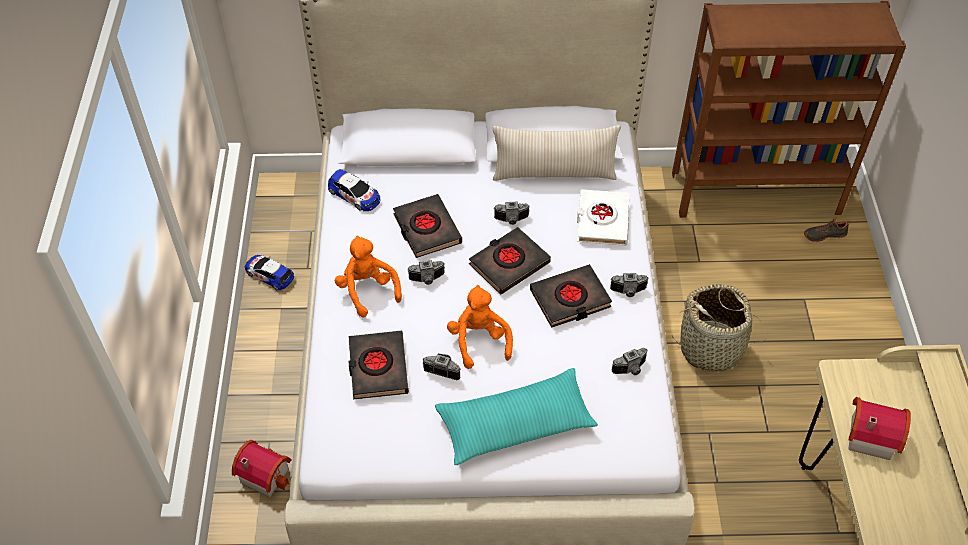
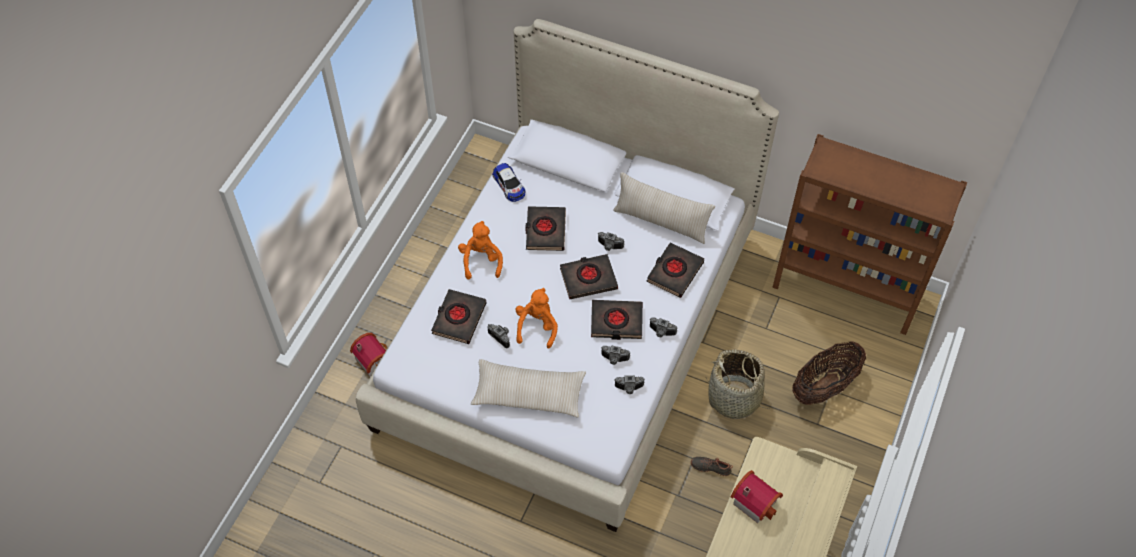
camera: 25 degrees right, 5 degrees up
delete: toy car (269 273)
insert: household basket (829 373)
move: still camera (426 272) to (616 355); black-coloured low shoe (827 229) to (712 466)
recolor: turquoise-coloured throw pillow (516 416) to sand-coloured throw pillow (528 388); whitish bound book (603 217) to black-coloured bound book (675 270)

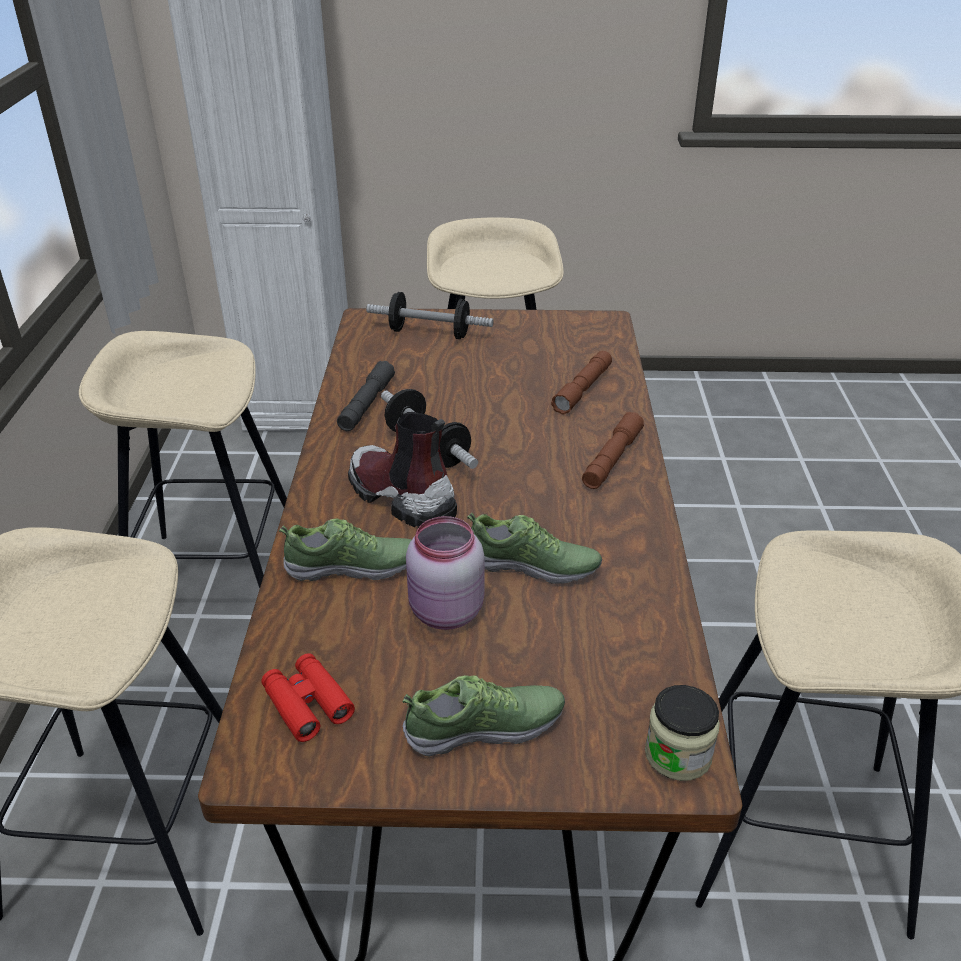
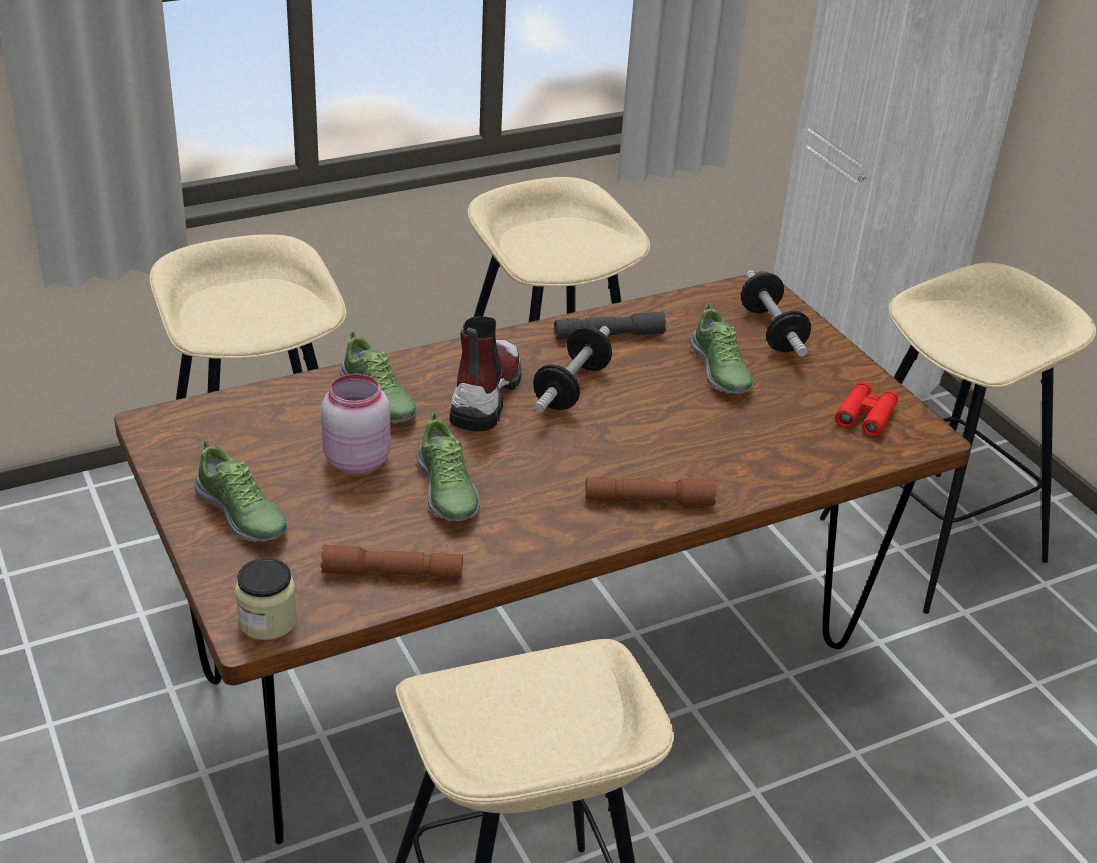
camera: 60 degrees right, 0 degrees up
insert: low shoe (721 348)
move: reddish field glasses (308 697) to (866 409); brown torch (581 382) to (392 561)

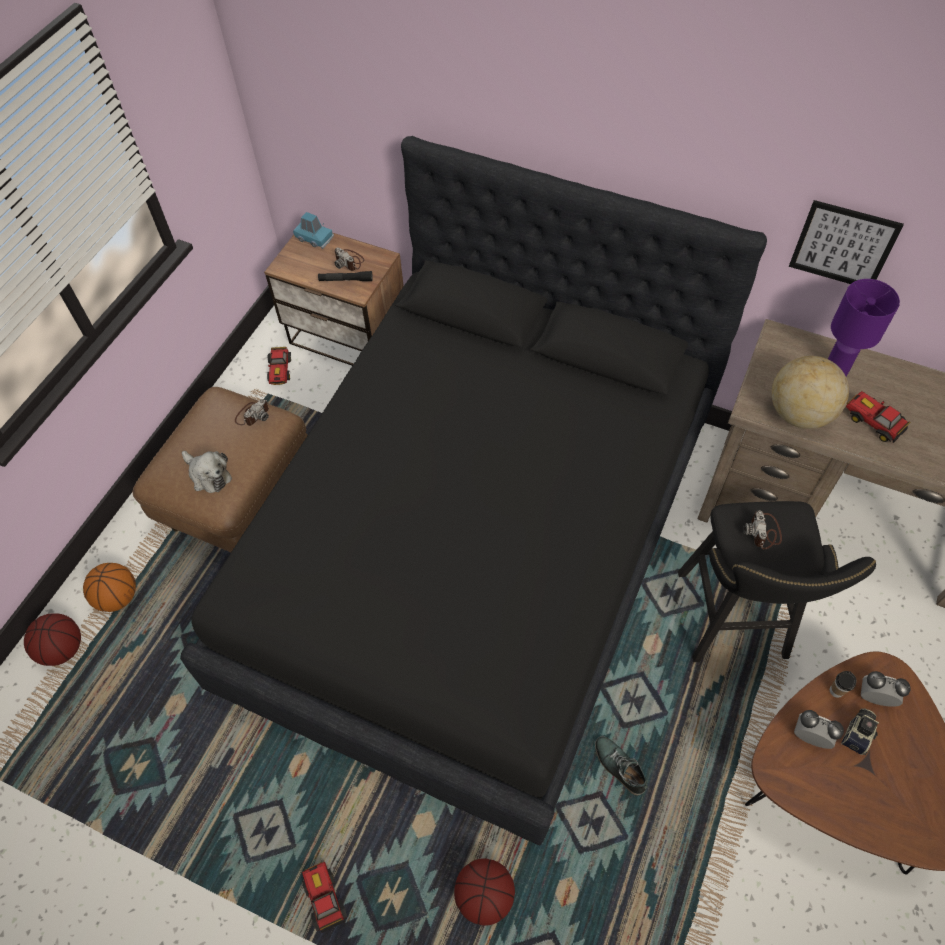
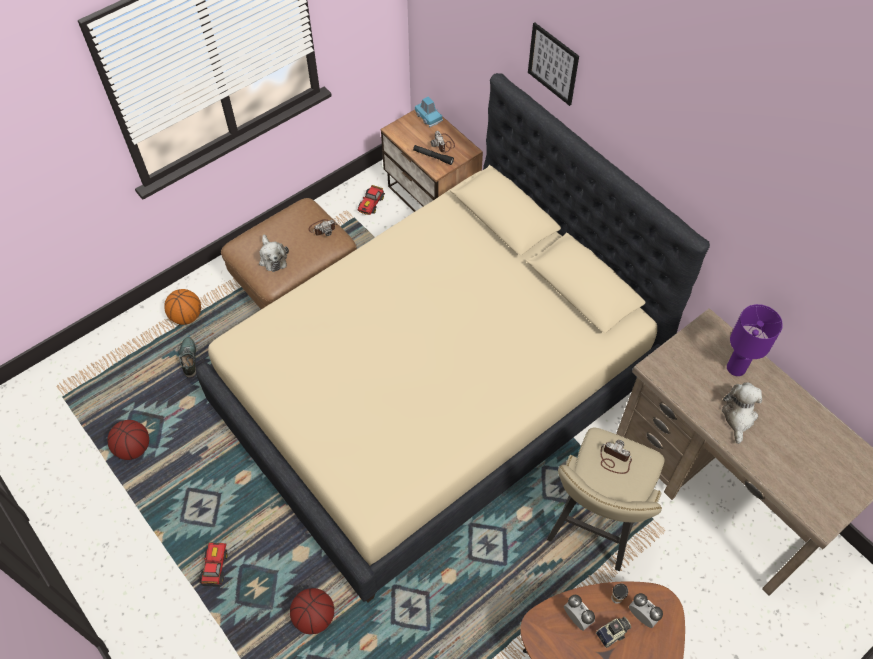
camera: 25 degrees right, 0 degrees up
delete: globe (810 392)
move: basketball ball (52 639) to (128 440); low shoe (621 766) to (187 357); picture (846 242) to (553 64)
replace: toy car (878 417) to plush toy (742 413)
recolor: black-coloured bed (473 490) to sand-coloured bed (453 338); black-coloured stool seat (777 581) to sand-coloured stool seat (605 500)
rotate: still camera (762 530) = (616 457) 90 degrees clockwise

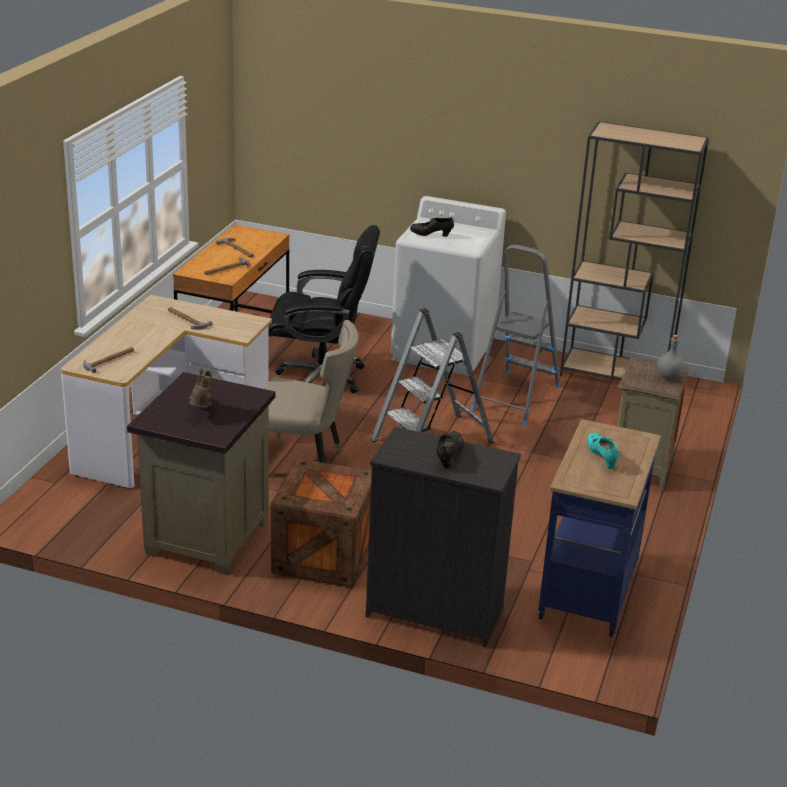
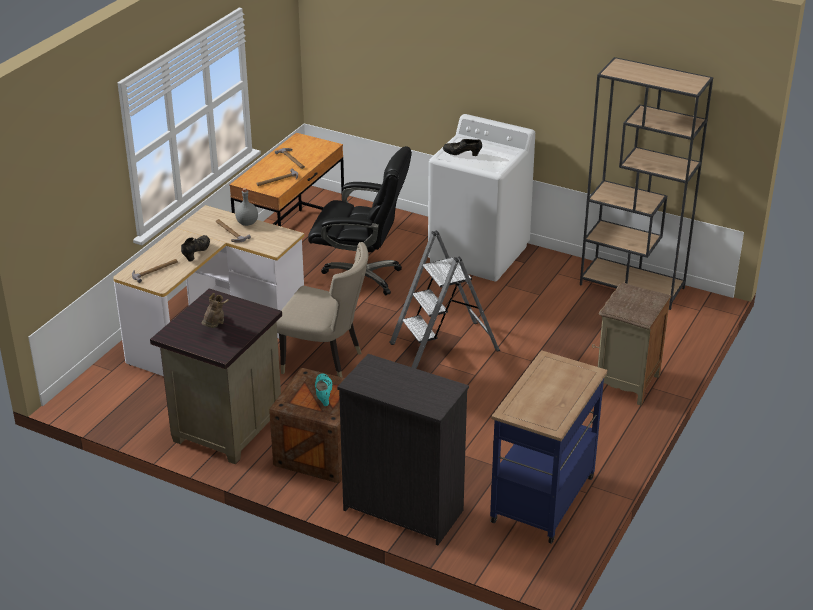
camera: 10 degrees right, 5 degrees up
delete: gray step ladder (515 335)
move: black-coloured low shoe (450 450) to (195 248); turquoise-coloured low shoe (603 451) to (323 389); gray bottle (671 357) to (246 207)

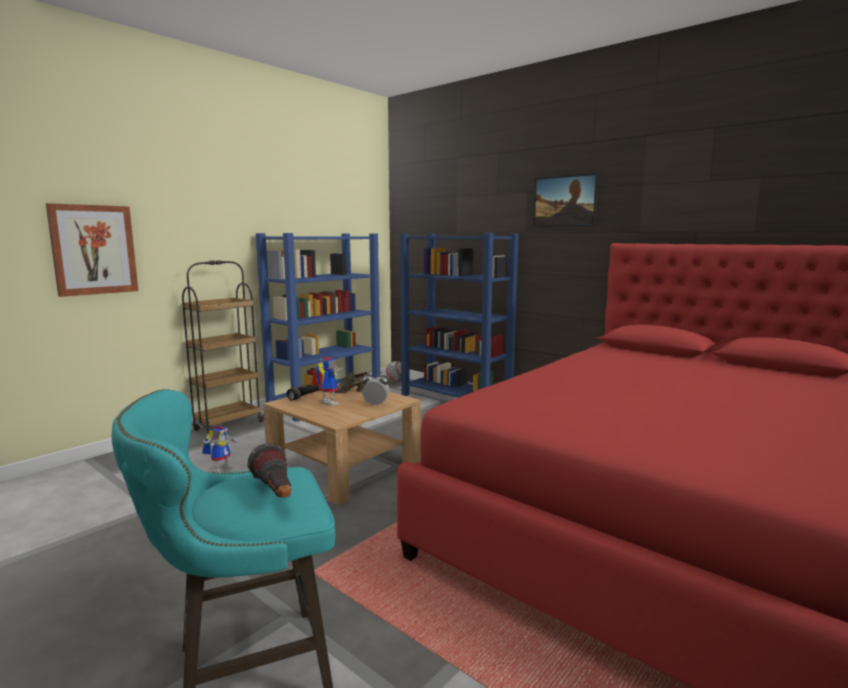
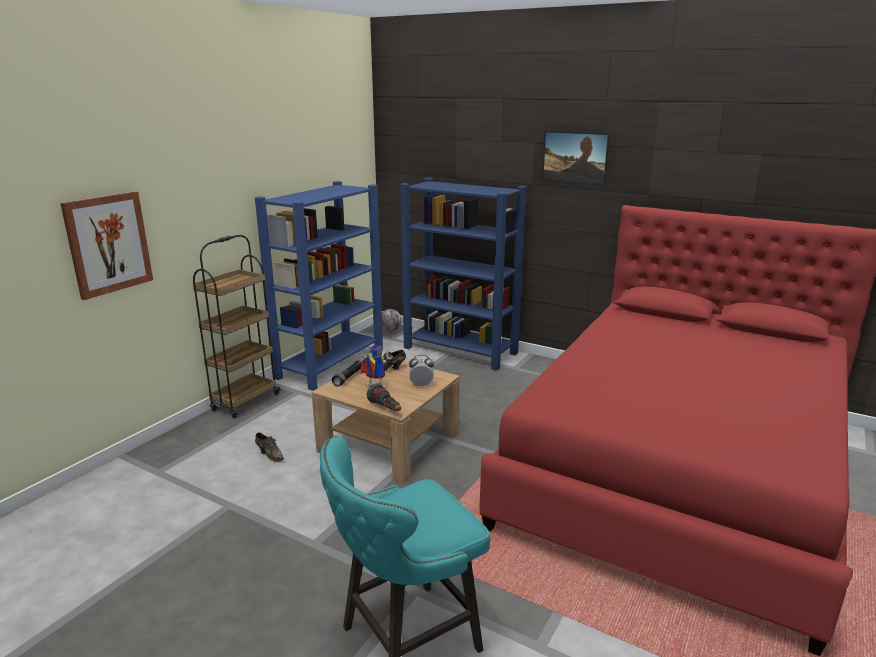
camera: 10 degrees left, 10 degrees up
move: torch (269 470) to (384 397)
replace: toy robot (220 449) to brown low shoe (269 447)

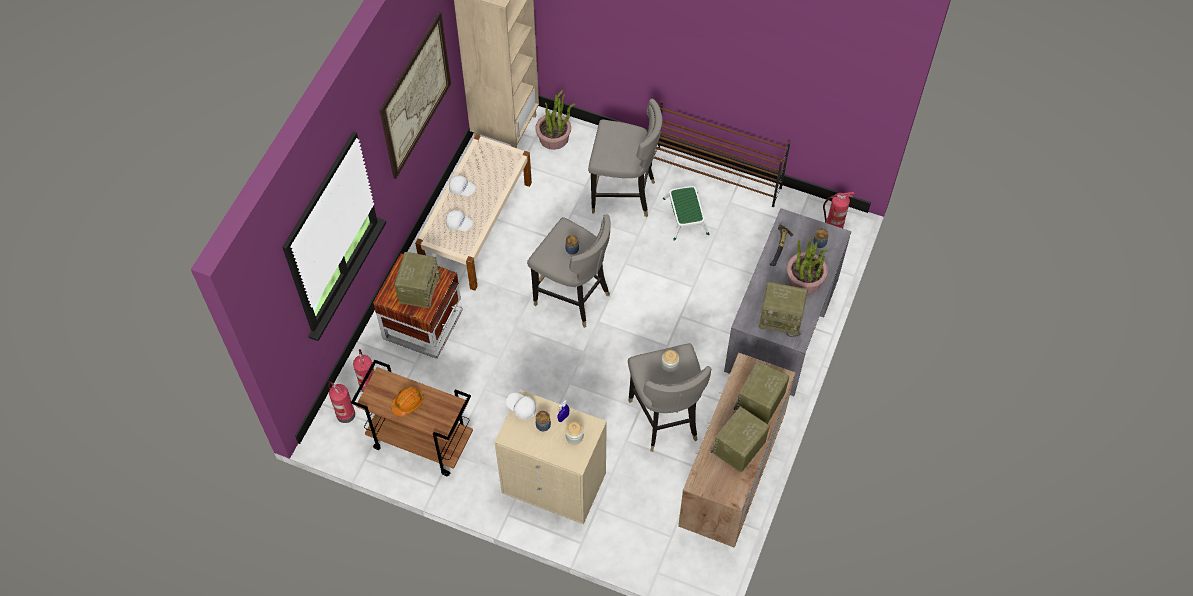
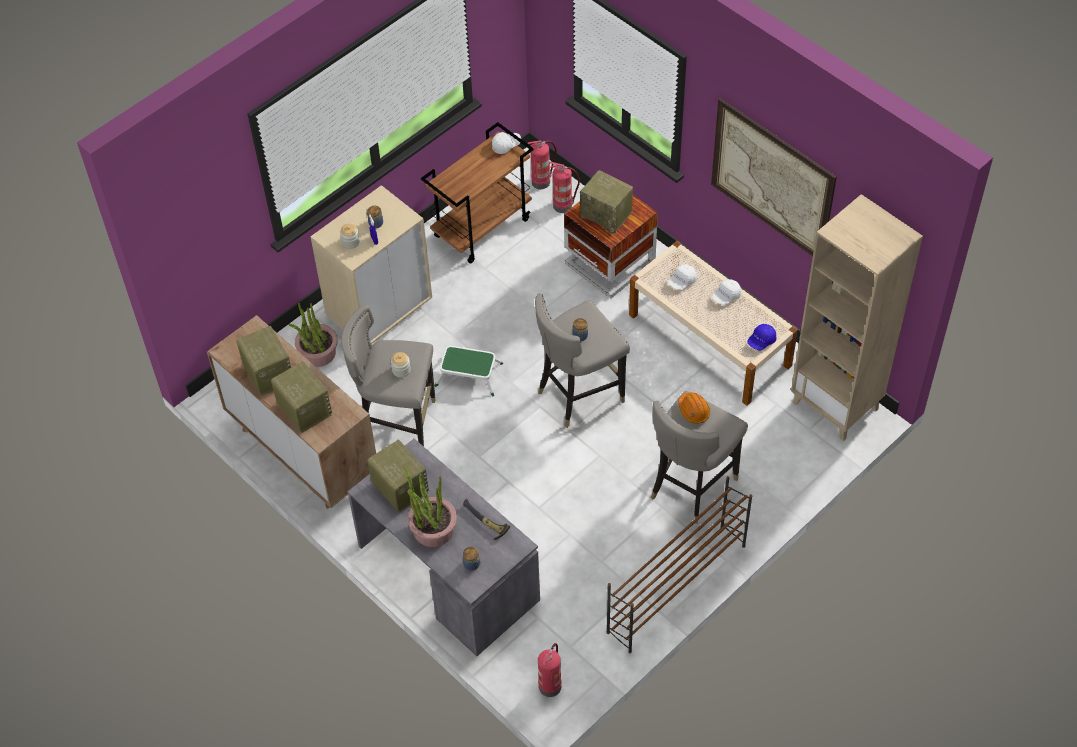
camera: 115 degrees right, 5 degrees down
insert: bluish peaked cap (761 337)
move: orangey safety helmet (407 401) to (694 408); whitish peaked cap (521 406) to (506 143); houseplant (555 120) to (313 335); green-coloured step ladder (686 213) to (468 371)
rotate: radio set (783 309) = (398 475) 105 degrees clockwise

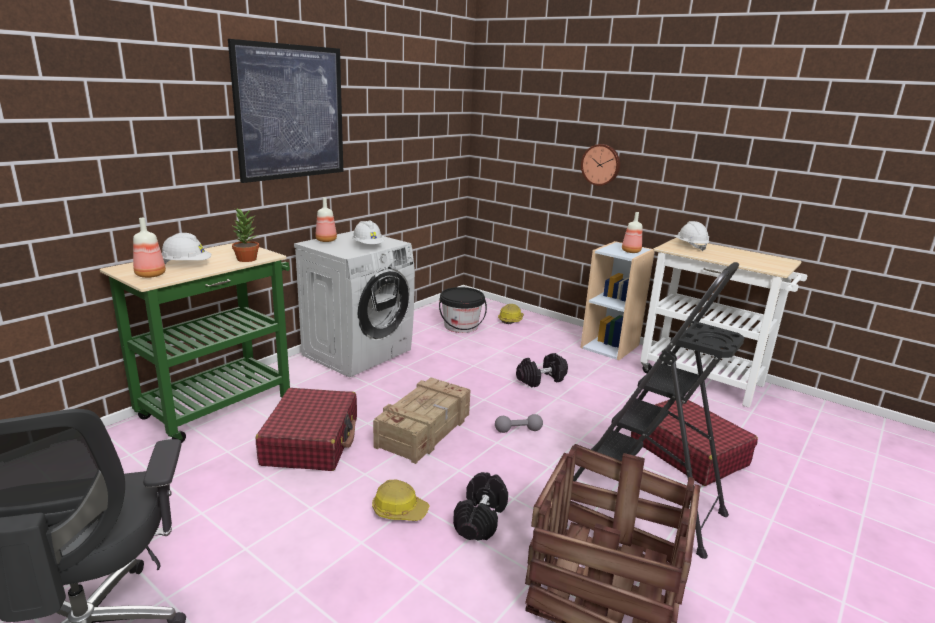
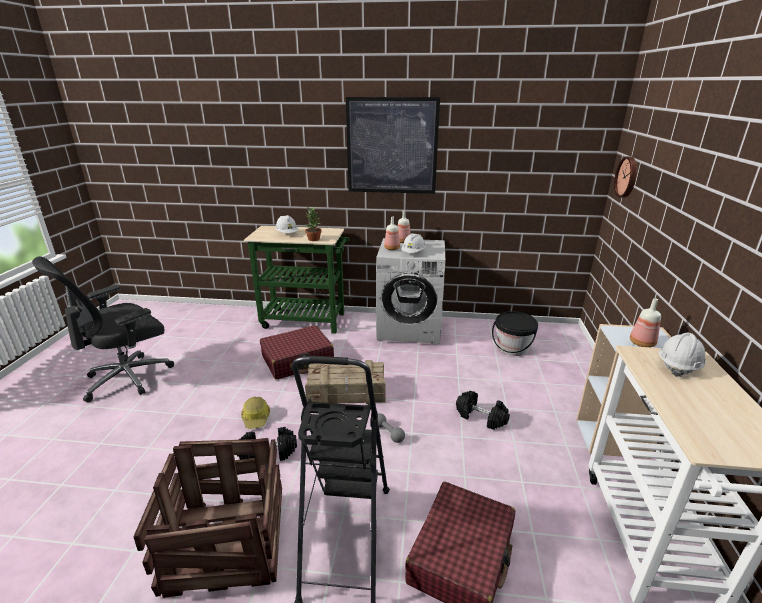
camera: 60 degrees right, 5 degrees up
delete: safety helmet (511 314)
move: bottle (149 248) to (392 233); wall clock (600 165) to (625 177)

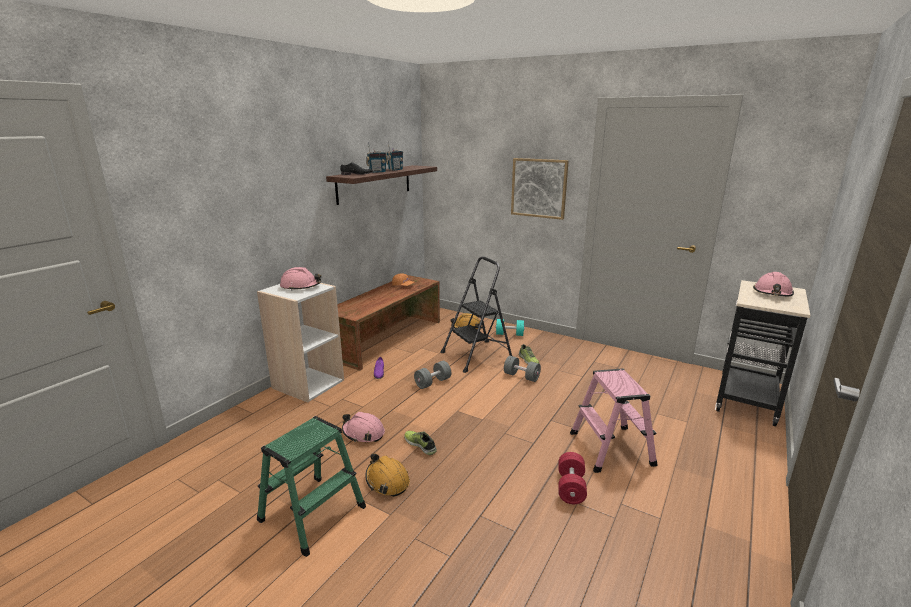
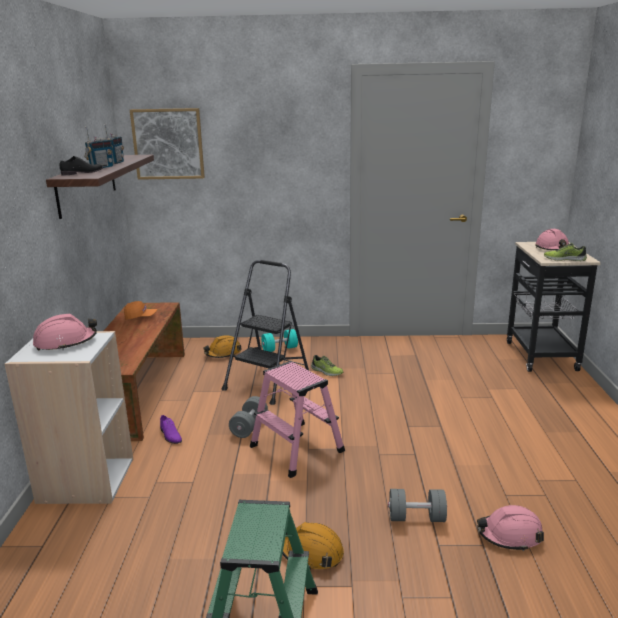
camera: 30 degrees left, 0 degrees up
delete: reddish dumbbell (572 478)
move: pinkish safety helmet (363 427) to (510 528); low shoe (420 443) to (565 252); gray dumbbell (522 369) to (417 505); picture (540 189) to (167 144); pinkish step ladder (614 420) to (297 419)

